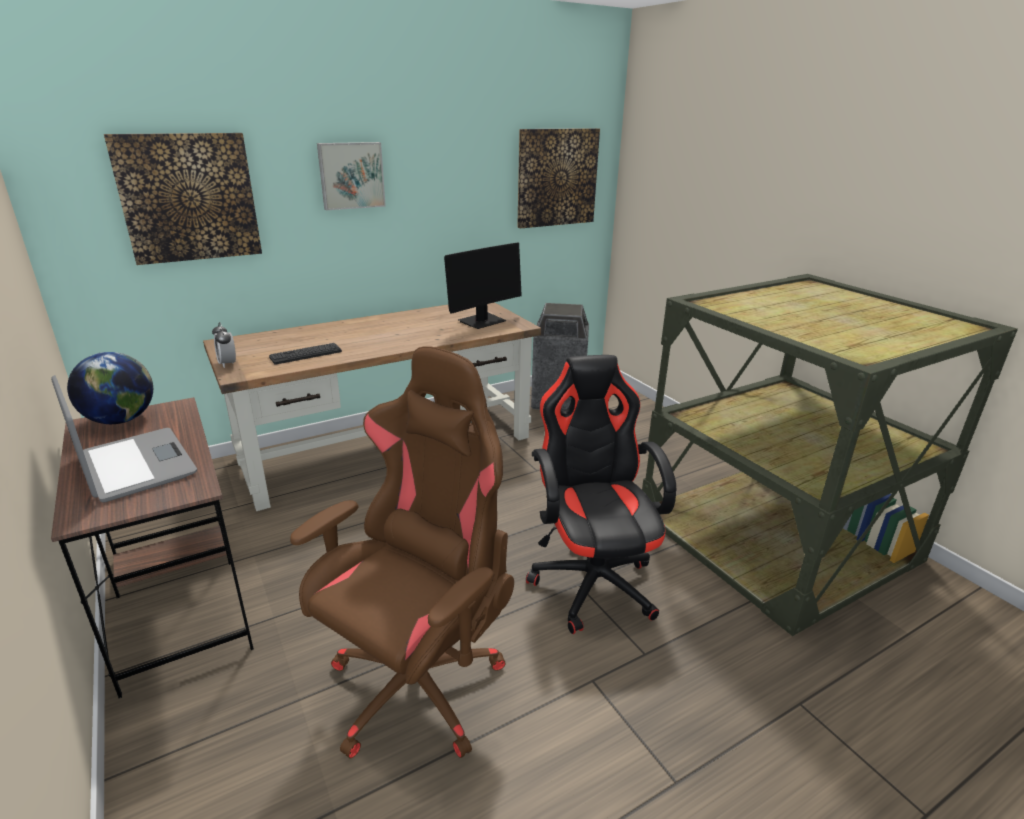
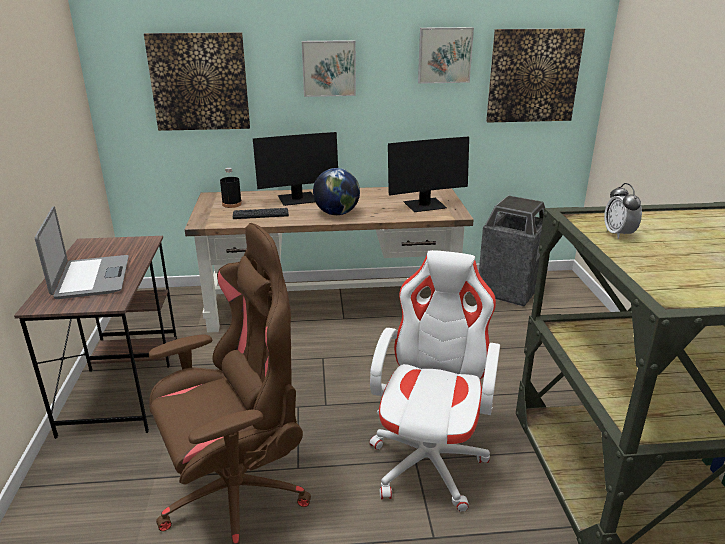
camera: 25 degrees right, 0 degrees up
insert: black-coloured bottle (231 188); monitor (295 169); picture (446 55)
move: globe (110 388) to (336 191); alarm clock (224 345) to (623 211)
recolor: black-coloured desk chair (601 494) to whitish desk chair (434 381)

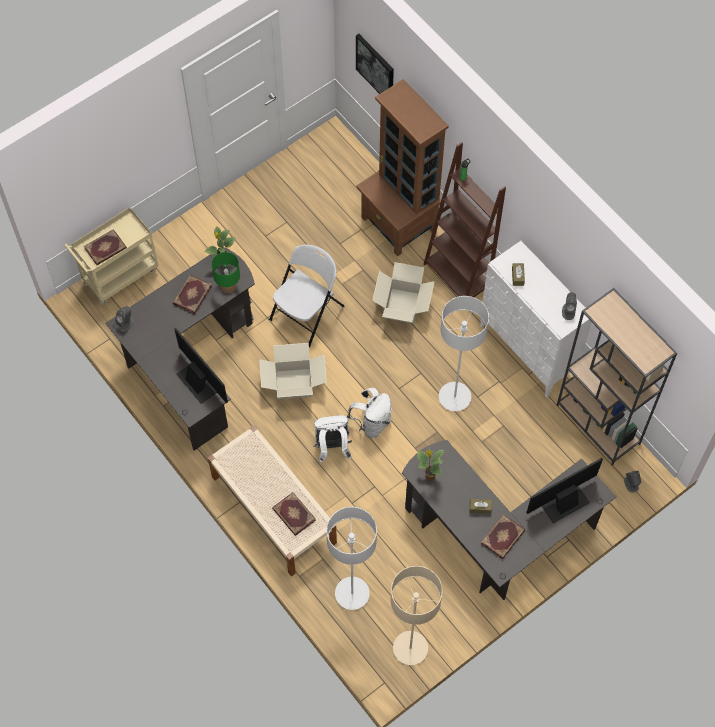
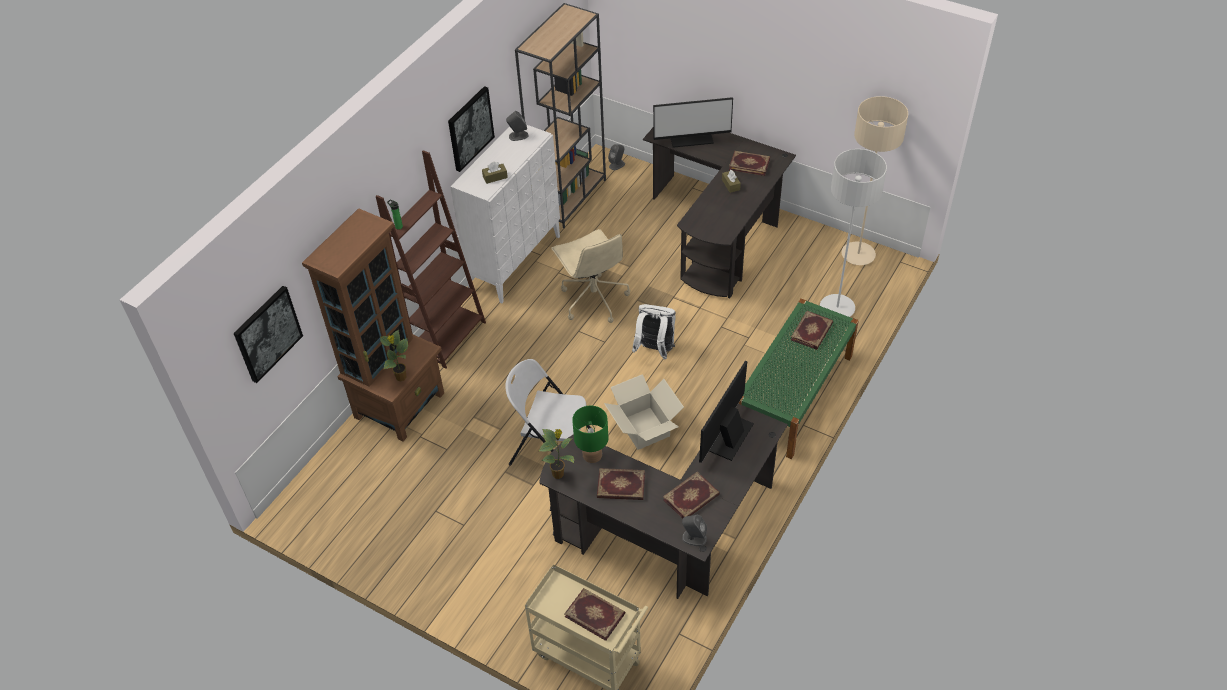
camera: 110 degrees left, 15 degrees down
delete: whitish rucksack (332 439); cardboard box (403 293)
insert: picture (471 129); bound book (691 495)
move: houseplant (431 465) to (394 355)
replace: gray floor lamp (464 353) to sand-coloured desk chair (590 276)
recolor: sand-coloured indoor bench (272 501) to green-coloured indoor bench (798 378)
rotate: monitor (564 490) = (693 122) 45 degrees counterclockwise

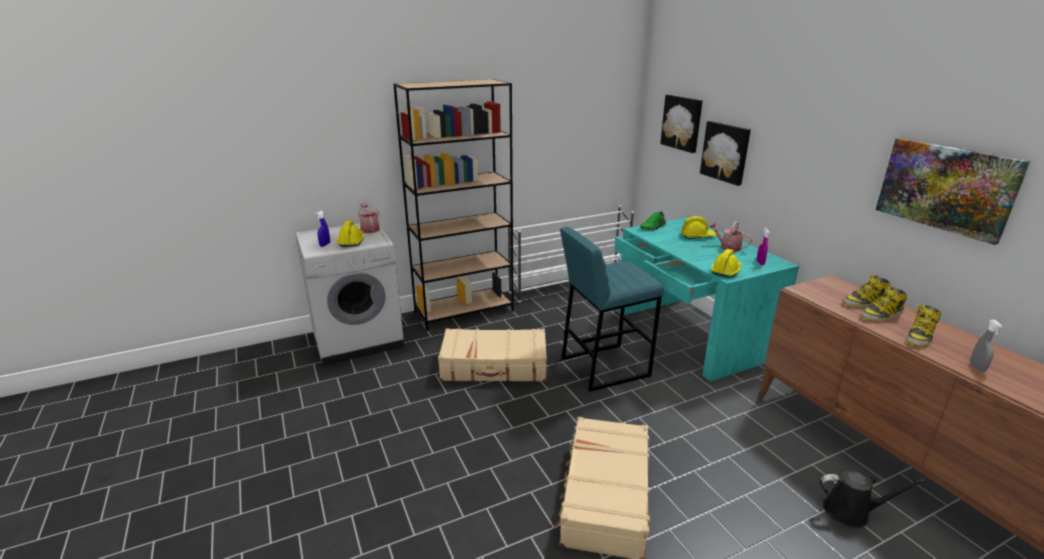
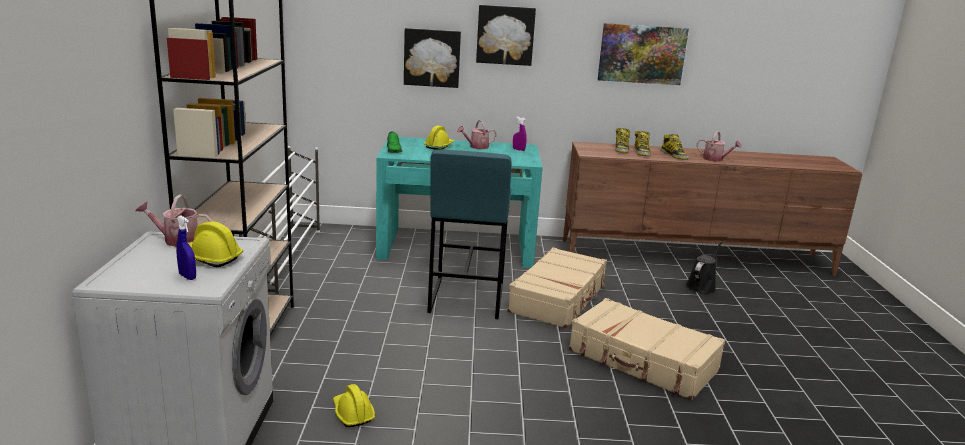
camera: 65 degrees left, 5 degrees down
move: sand-coloured piece of luggage (492 355) to (557 288); picture (681 124) to (506 35); yellowish safety helmet (726 263) to (354 405)
replace: gray sprayer (986 346) to sprinkling can (719 146)

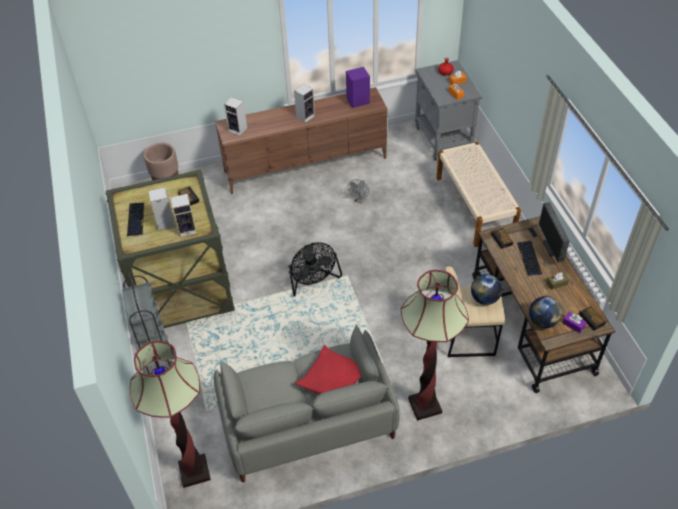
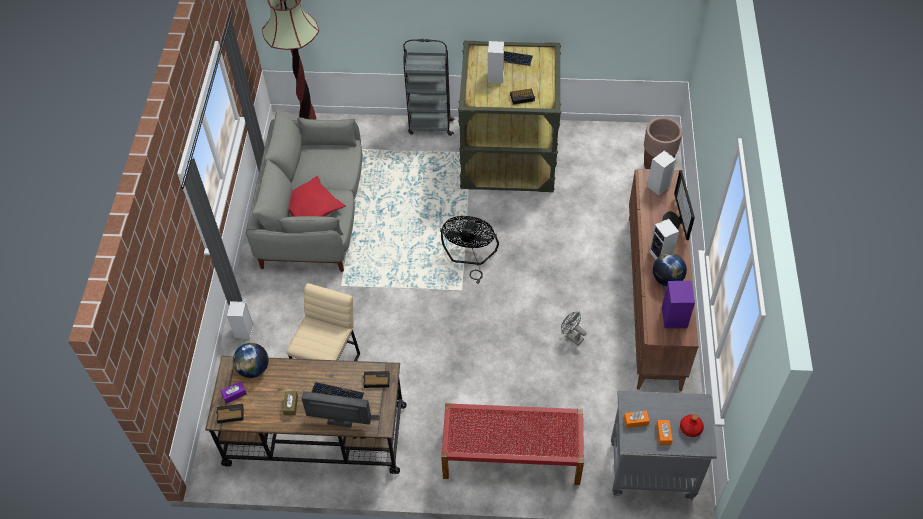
camera: 110 degrees right, 5 degrees up
delete: floor lamp (434 345)
insert: monitor (678 205)
move: speaker (183 215) to (240 320); globe (486 289) to (670 269)
recolor: sand-coloured indoor bench (478 194) to reddish indoor bench (512 444)
rotate: black-coloured fan (315 269) = (469 250) 105 degrees clockwise

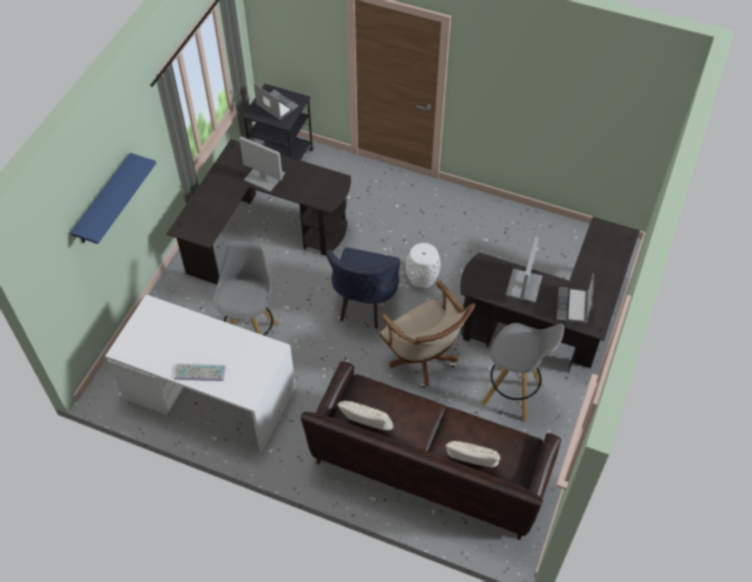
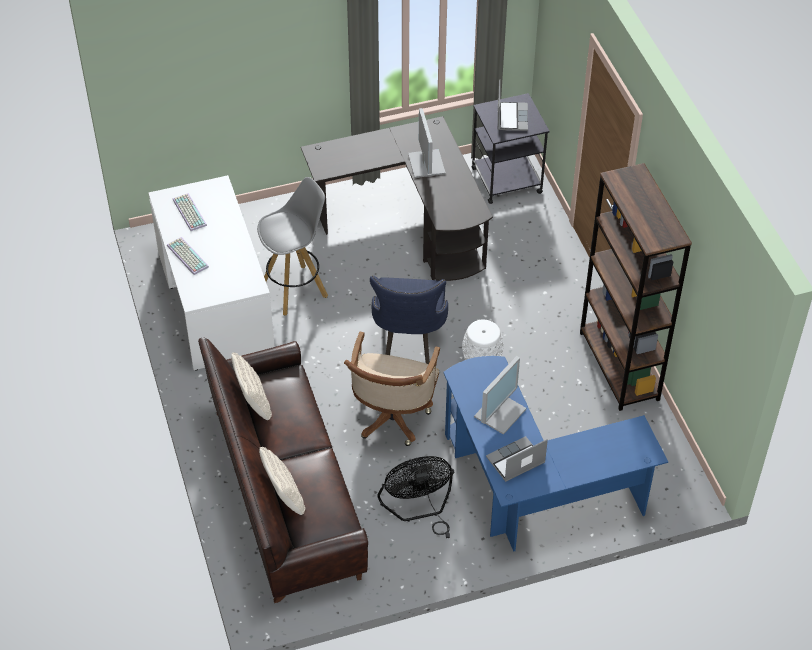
camera: 50 degrees right, 5 degrees down
delete: bluish bracket shelf (113 198)
insert: computer keyboard (190 212); brown shelving unit (636 287)
replace: gray stool seat (523 372) to black-coloured fan (416 497)
recolor: black-coloured desk (550 295) to bluish desk (555 454)
rotate: bluish chair (363 288) = (409 320) 60 degrees counterclockwise; monitor (524 270) = (500 395) 150 degrees clockwise

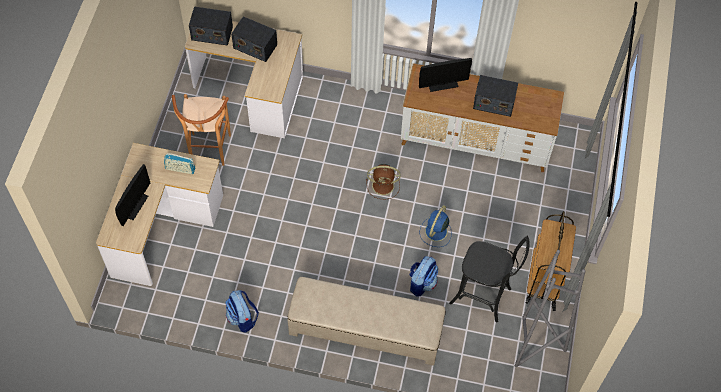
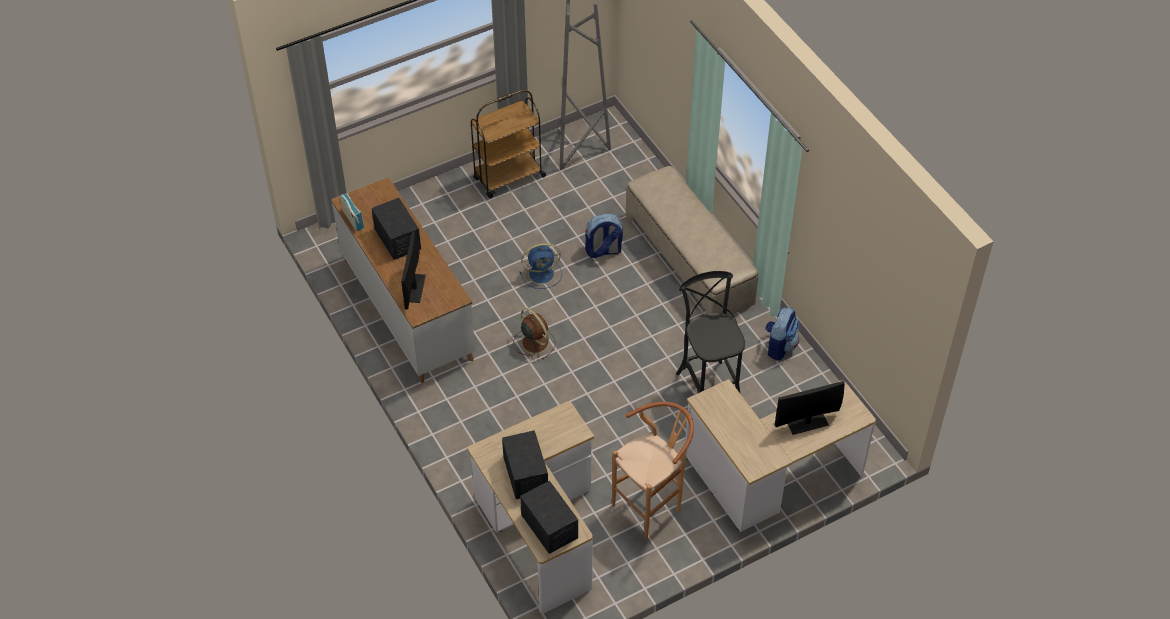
camera: 130 degrees left, 10 degrees down
move: radio set (179 163) to (352 212); black-coloured stool seat (489 279) to (710 332)
rotate: monitor (445 75) = (413 270) 120 degrees counterclockwise

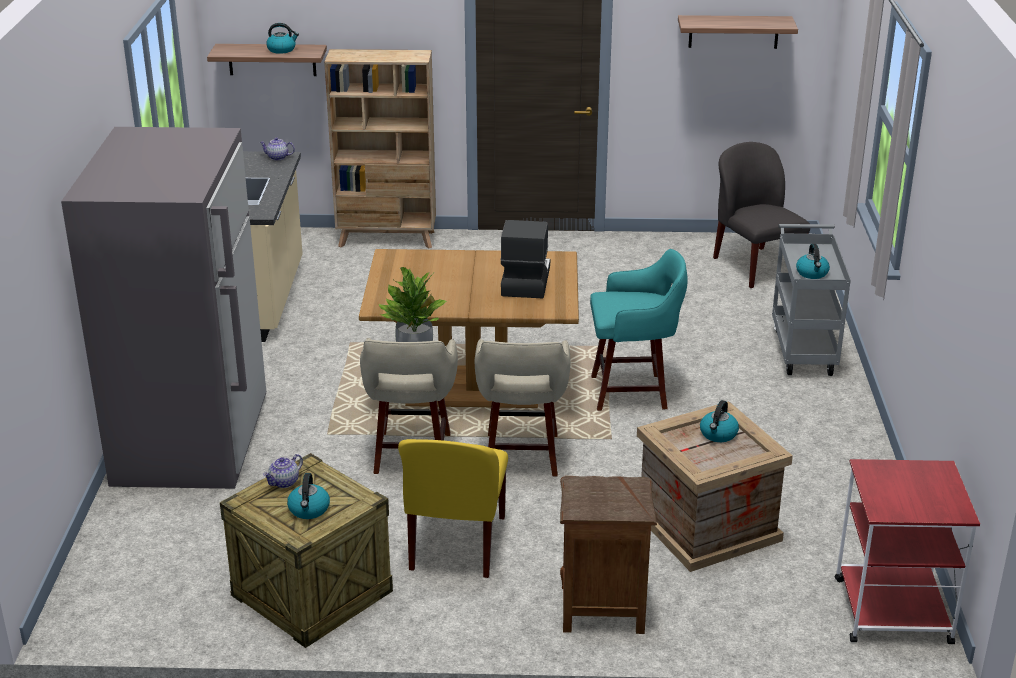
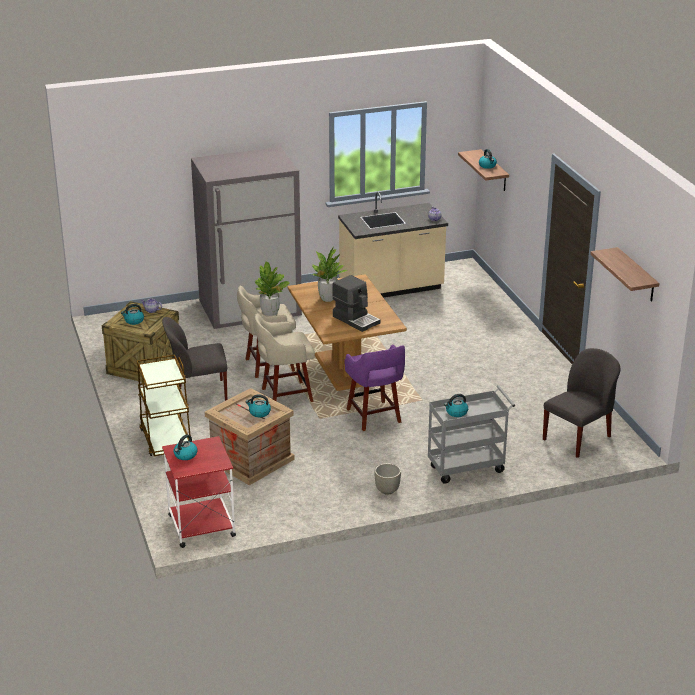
camera: 70 degrees right, 0 degrees up
delete: sand-coloured shelving unit (380 149)
insert: kettle (185 447); houseplant (329 275); gray plant pot (387 479)
replace: brown bedside table (608 555) to brown wheeled cart (164 405)
recolor: yellowish chair (453 508) to gray chair (194 359); turquoise-coloured stool seat (639 330) to purplish stool seat (374 388)
rotate: coffee maker (525 259) = (356 303) 60 degrees clockwise

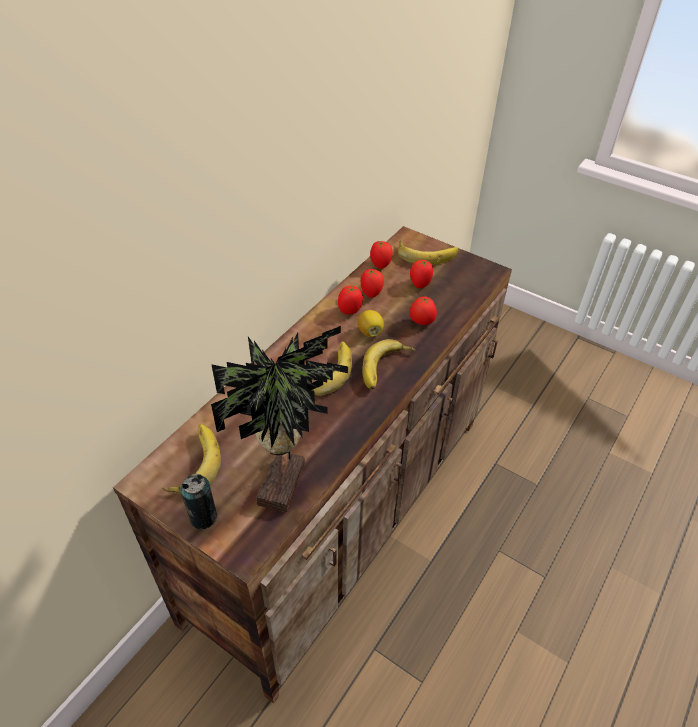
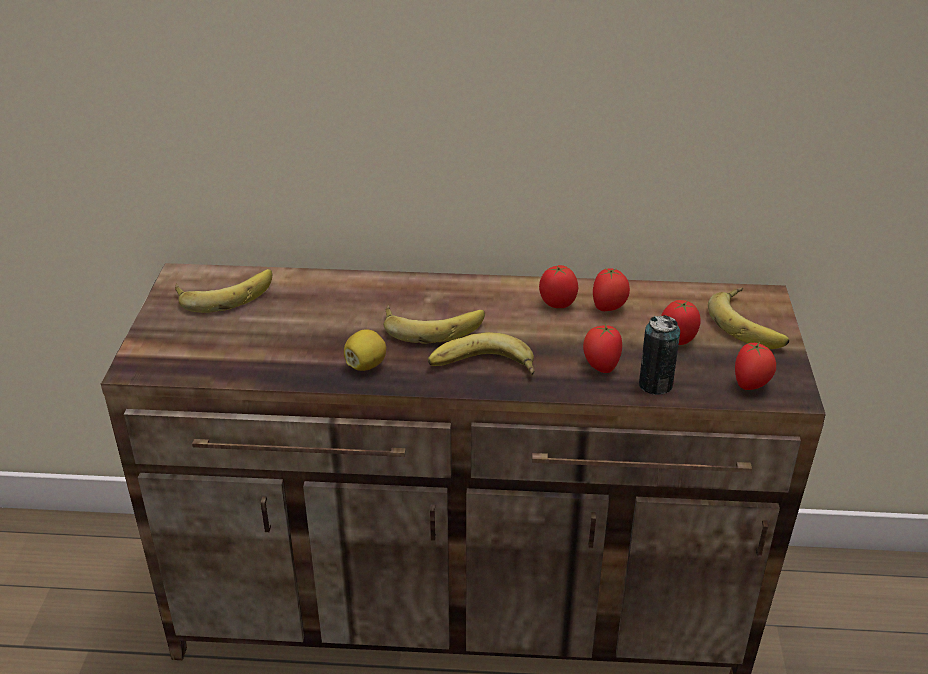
camera: 60 degrees right, 10 degrees down
delete: houseplant (279 419)
move: can (199 501) to (659 355); whole lemon (370 323) to (365 350); tomato (381 255) to (755 366)

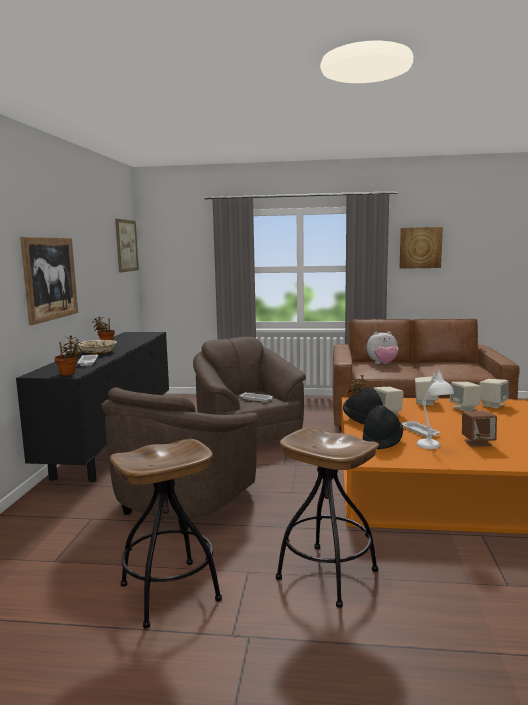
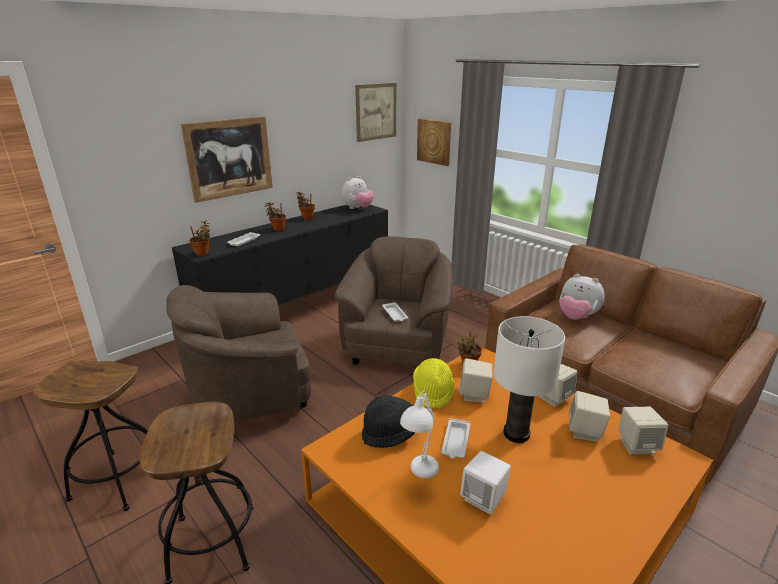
camera: 40 degrees right, 15 degrees up
insert: plush toy (357 192); whitish tabletop lamp (529 379)
move: picture (421 248) to (434 142)
replace: sand-coloured bowl (97 347) to houseplant (275 216)
recolor: black-coloured hat (363 406) to yellowish hat (433 383); brown speaker (479 429) to whitish speaker (485 483)

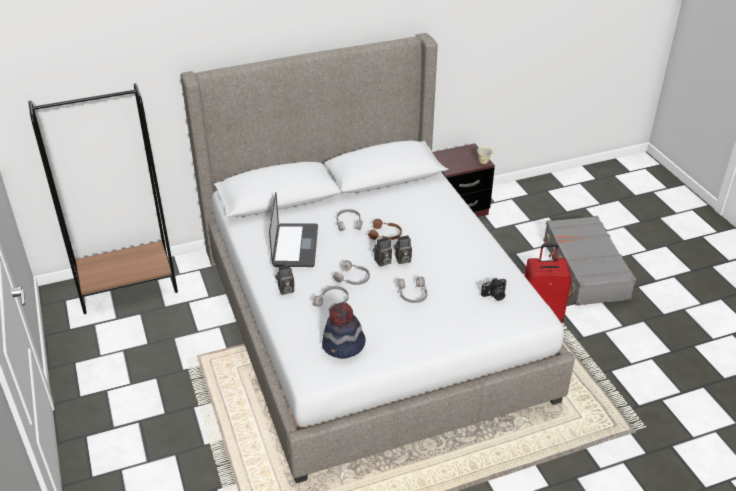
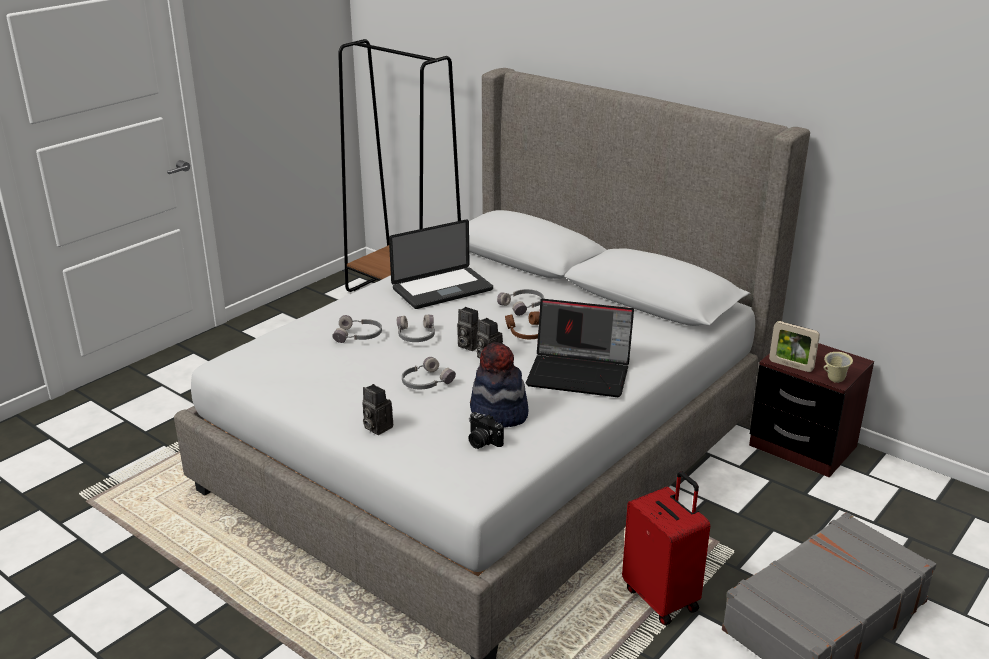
camera: 60 degrees right, 10 degrees down
insert: portable computer (580 348); picture frame (794 346)
move: still camera (284 280) to (378 409); hat (343 330) to (499 385)

